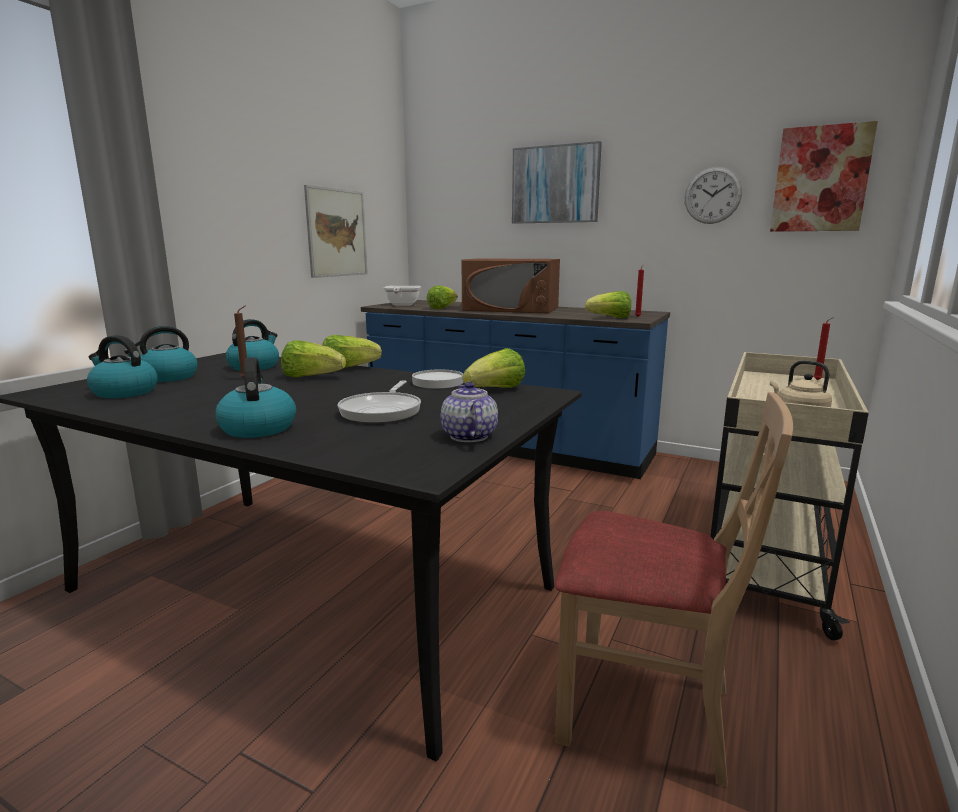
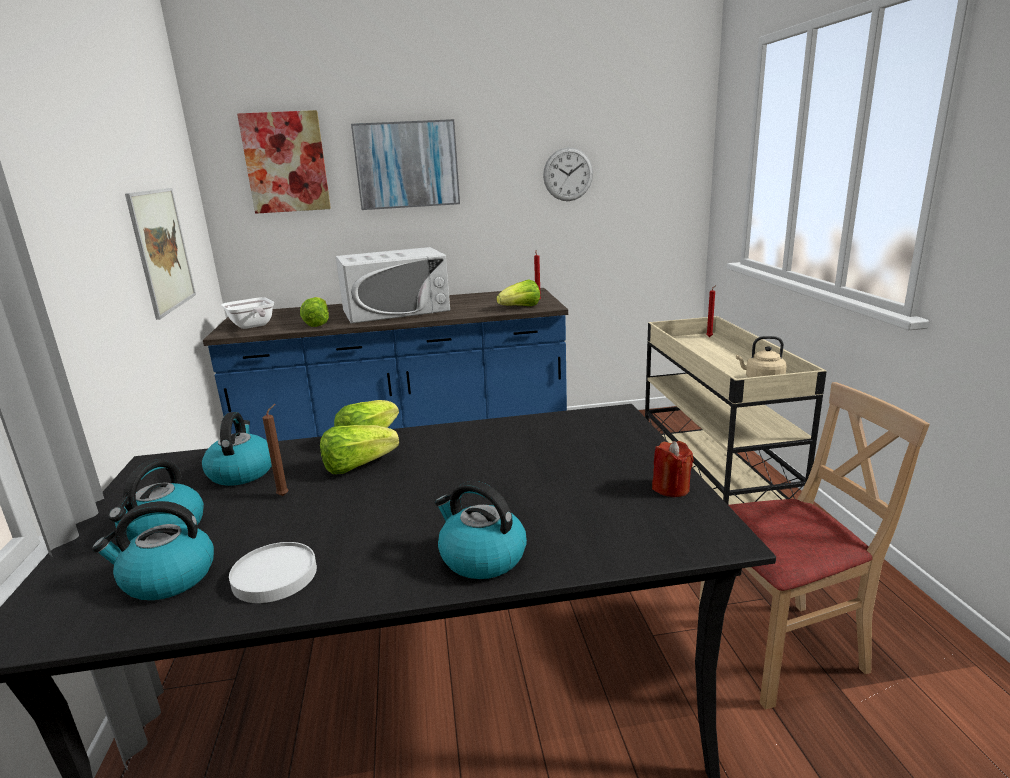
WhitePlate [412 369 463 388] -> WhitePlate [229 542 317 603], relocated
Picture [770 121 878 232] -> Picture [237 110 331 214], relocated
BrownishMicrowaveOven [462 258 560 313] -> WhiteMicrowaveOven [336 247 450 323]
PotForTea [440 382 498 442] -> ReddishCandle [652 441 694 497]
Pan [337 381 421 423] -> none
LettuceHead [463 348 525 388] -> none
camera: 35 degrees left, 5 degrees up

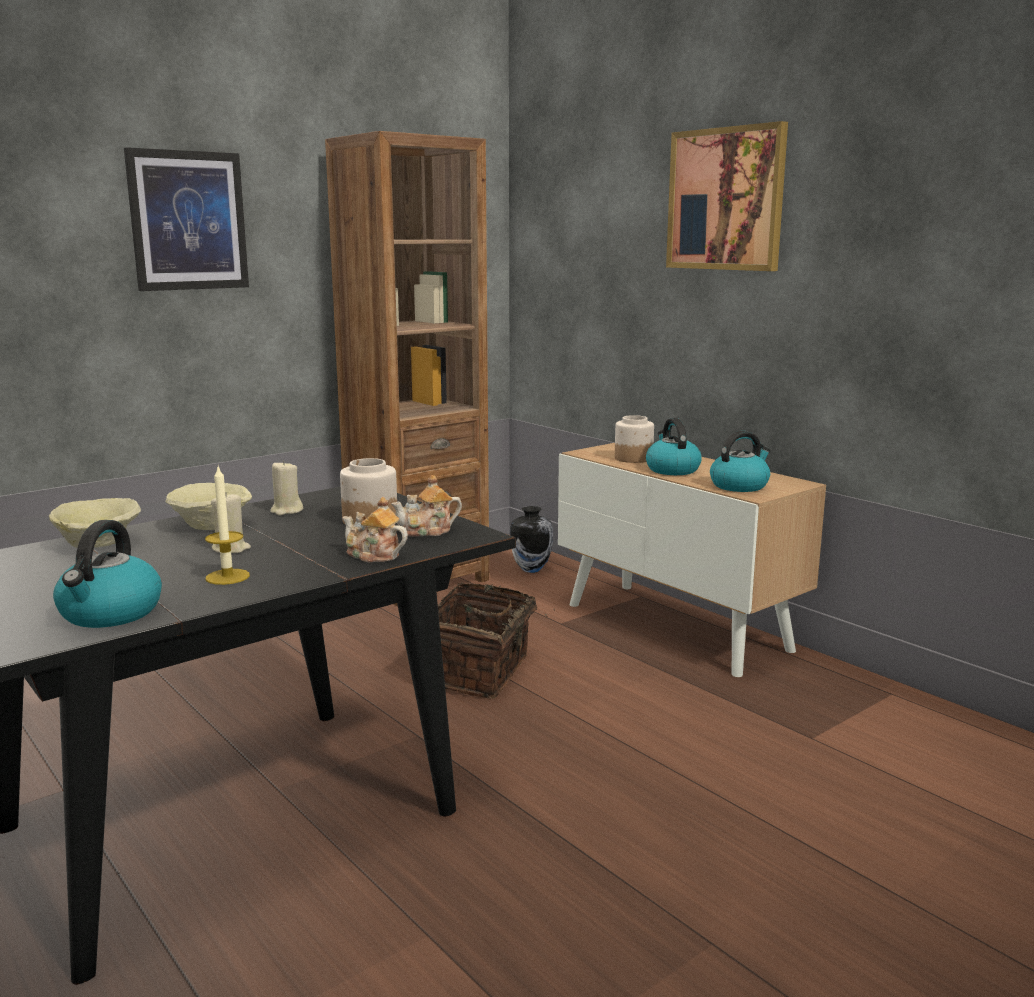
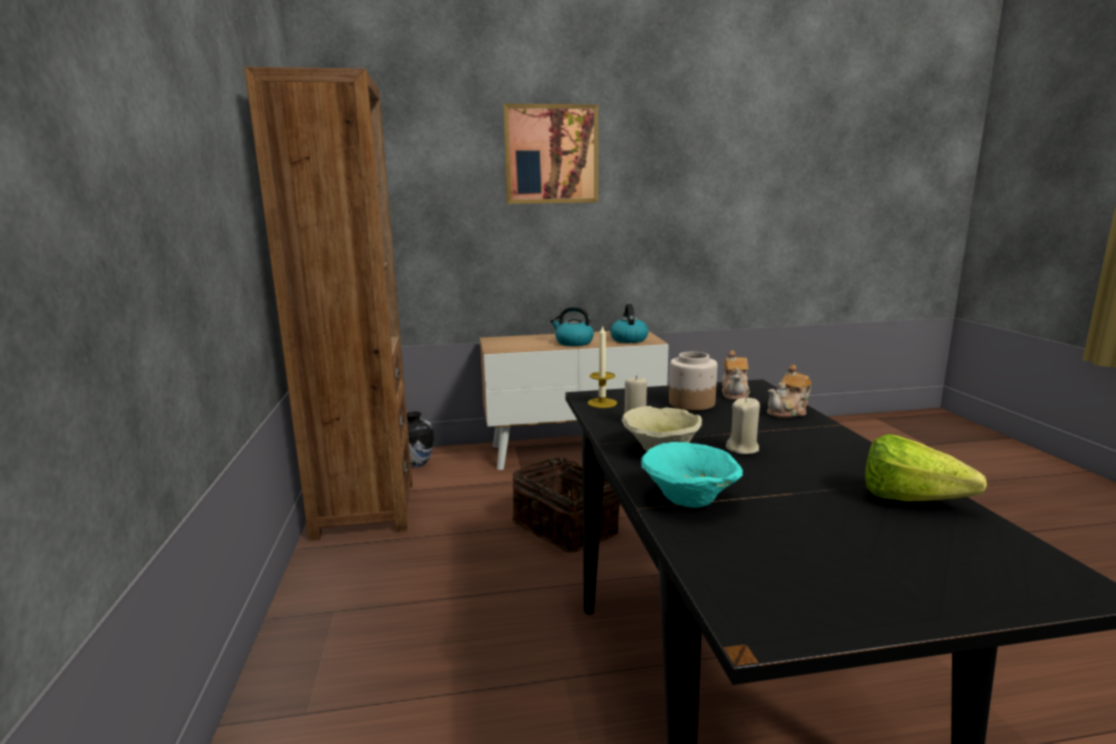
Candle [205 467 250 585] -> Candle [587 325 617 408], relocated
SandColouredDeepDish [49 498 141 548] -> TurquoiseColouredDeepDish [641 442 743 508]
WaterKettle [53 520 162 628] -> LettuceHead [865 434 987 501]
Picture [124 147 249 291] -> none
PreserveJar [615 415 654 463] -> none
camera: 60 degrees left, 0 degrees up

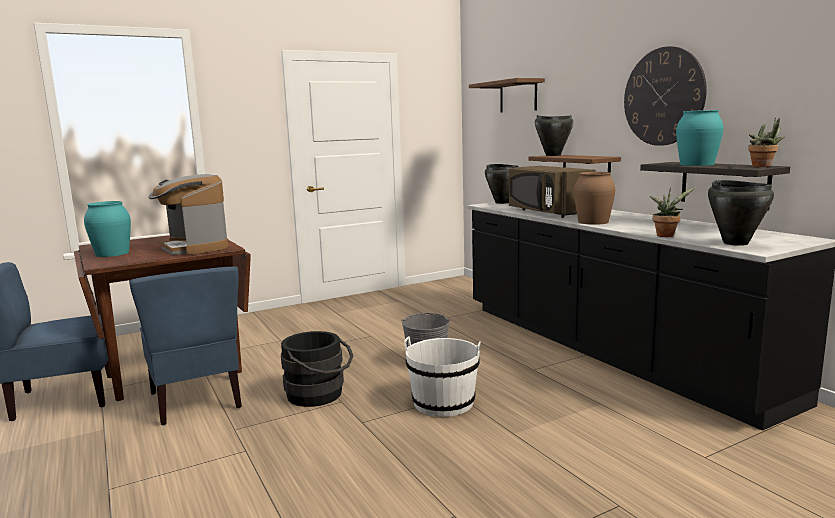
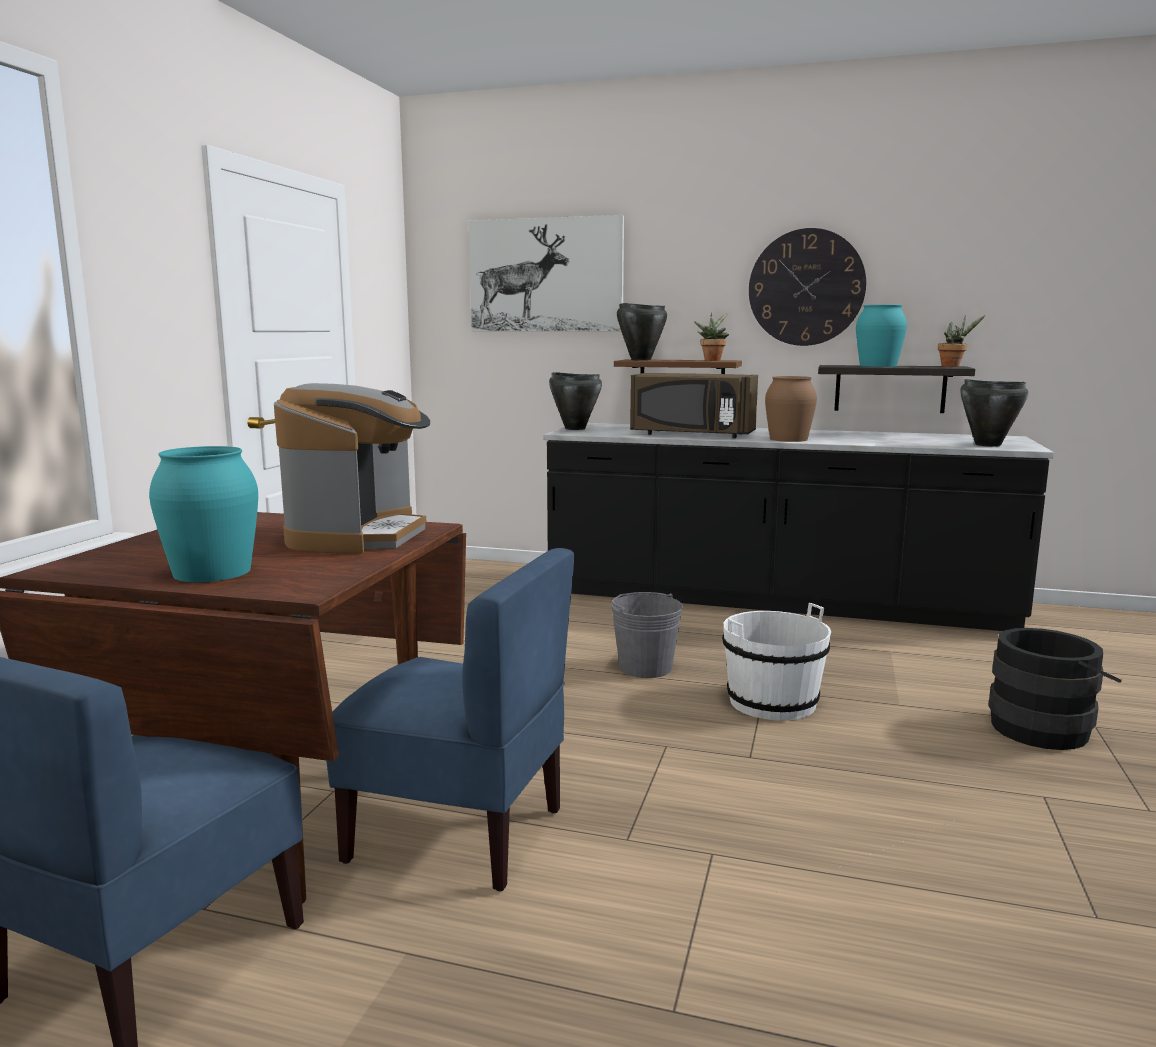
CoffeeMachine [148 174 228 255] -> CoffeeMachine [274 383 430 554], 90 degrees counterclockwise
BrownishBracketShelf [469 78 545 113] -> Picture [469 215 624 331]
PottedPlant [650 187 696 237] -> PottedPlant [694 313 729 361], relocated
BlackPail [281 331 353 407] -> BlackPail [988 628 1122 750], relocated
camera: 45 degrees left, 0 degrees up

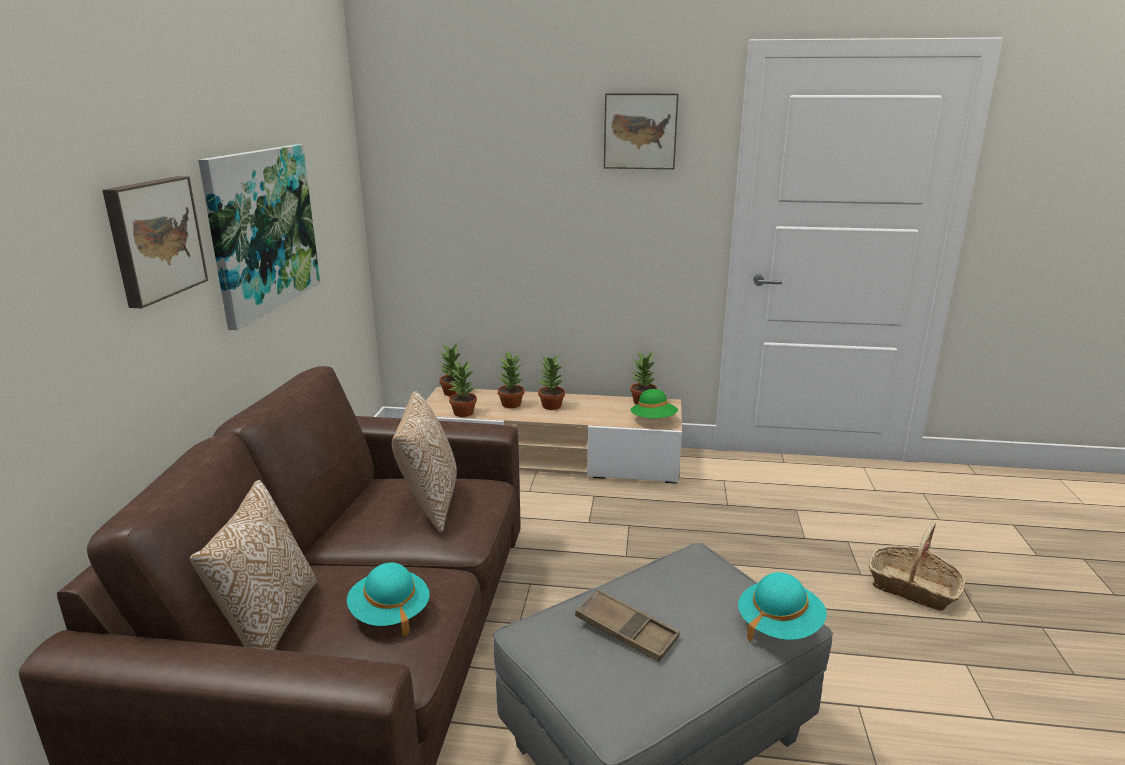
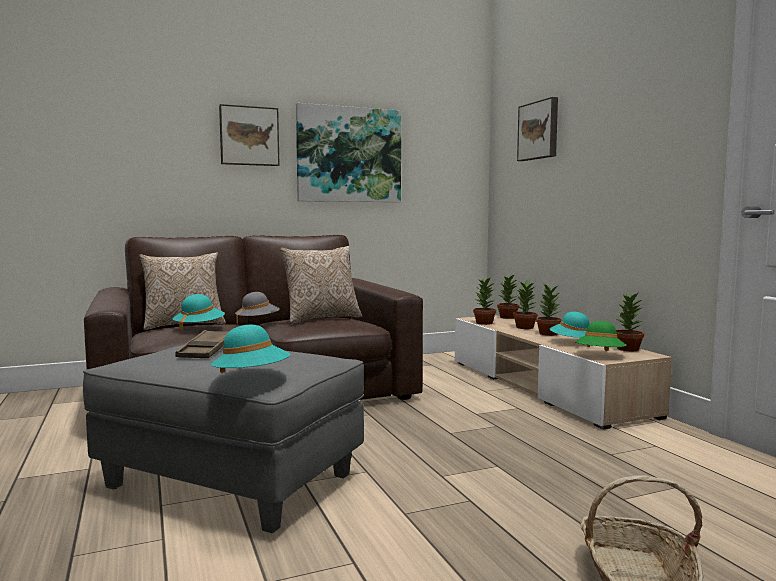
none -> GreyHat [235 292 280 323]
Picture [604 93 679 169] -> Picture [517 97 558 161], relocated
none -> TurquoiseColouredHat [550 312 591 347]
camera: 60 degrees right, 15 degrees down

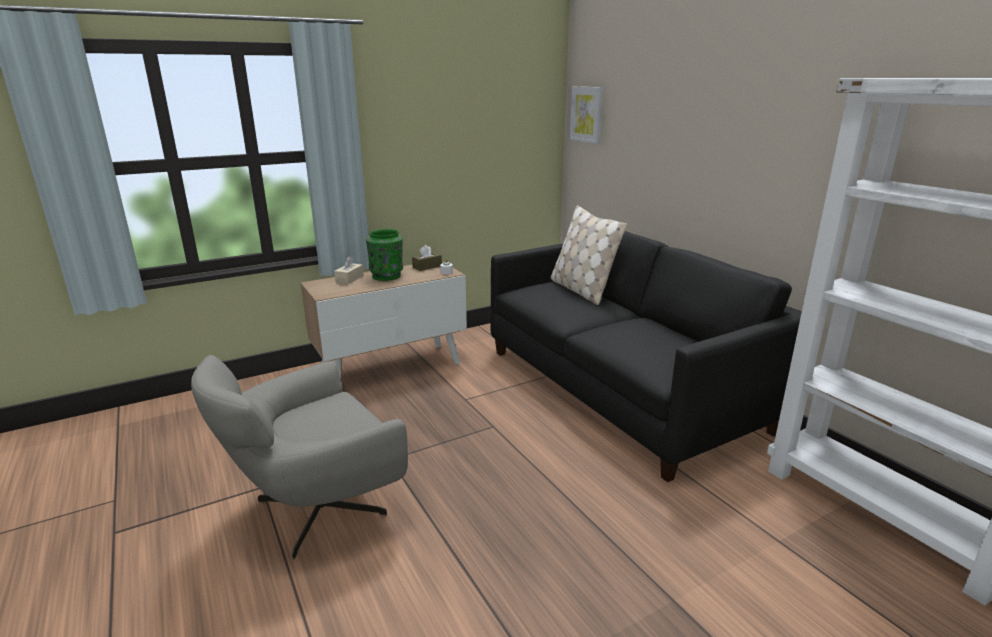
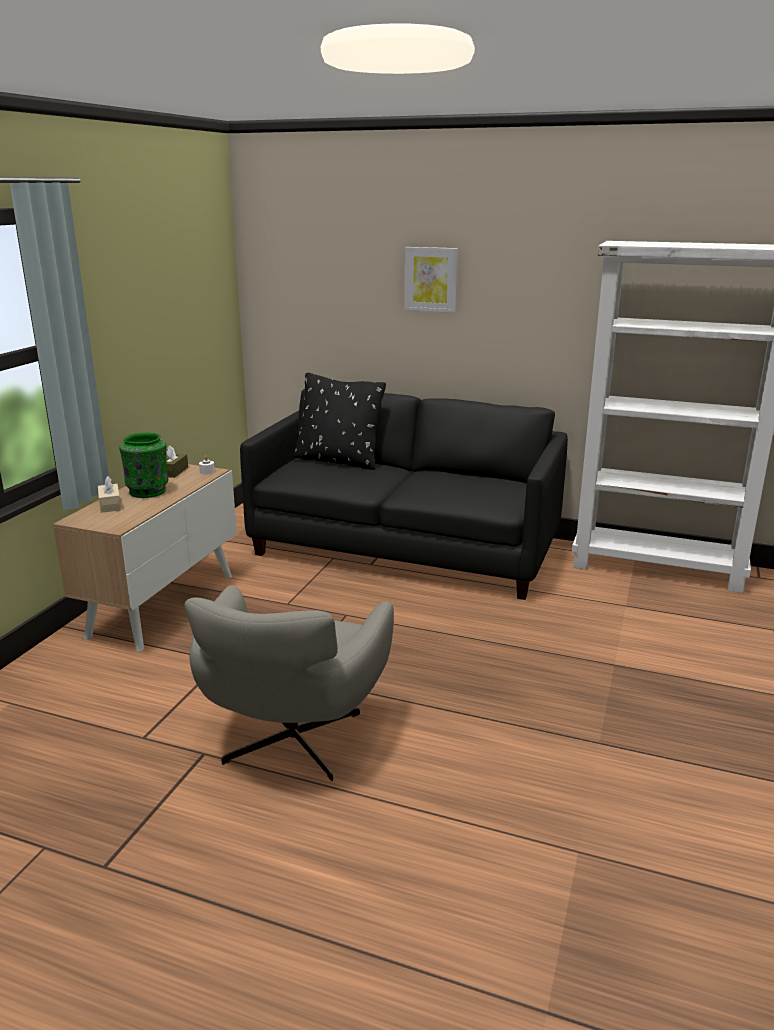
SandColouredThrowPillow [550 205 627 305] -> BlackThrowPillow [293 372 386 470]
Picture [570 87 603 144] -> Picture [405 247 458 313], relocated
camera: 40 degrees left, 0 degrees up

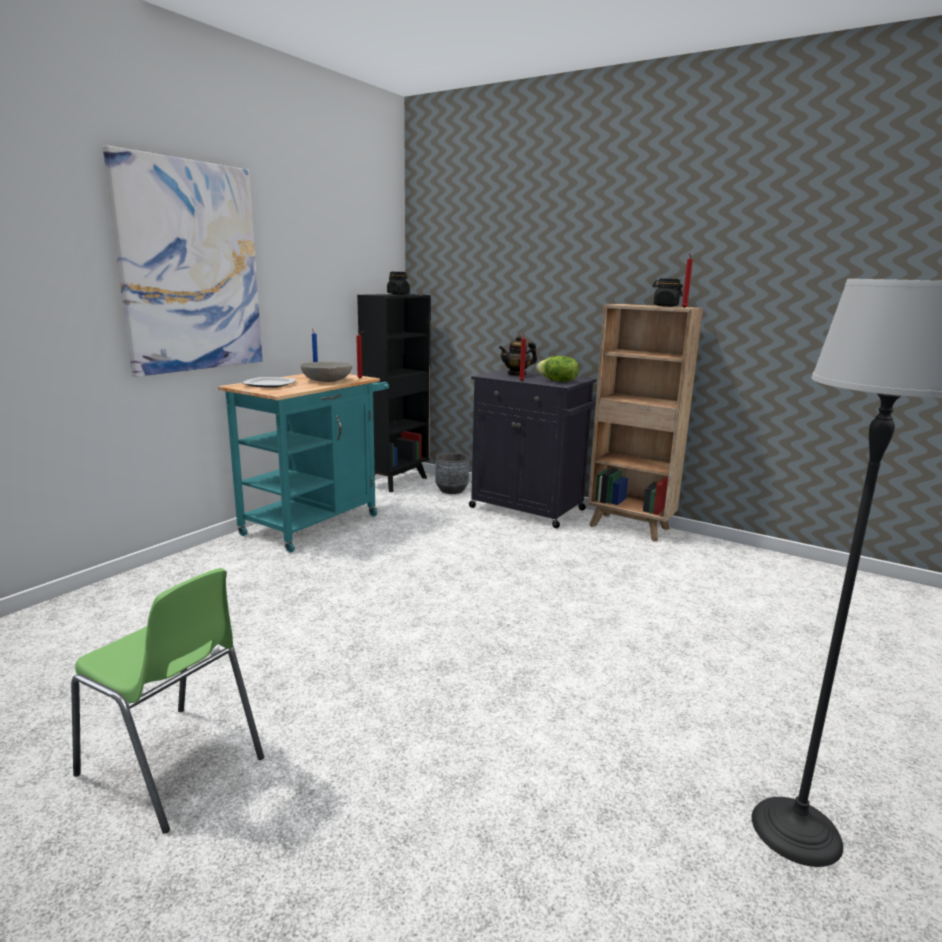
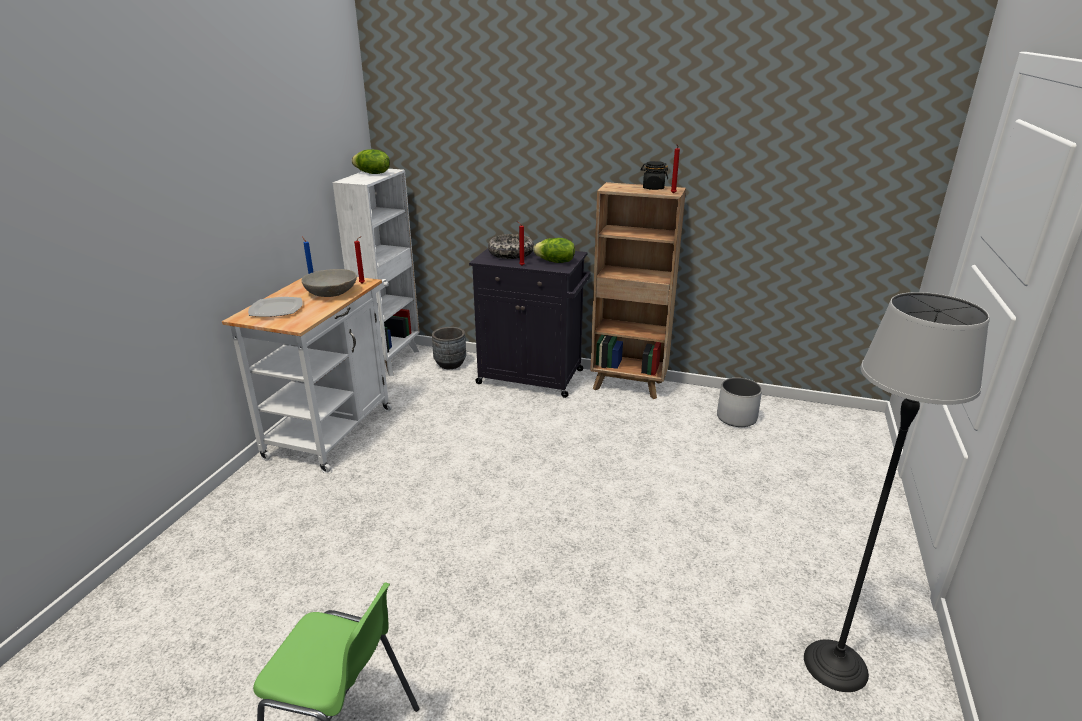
TurquoiseColouredWheeledCart [218 374 389 553] -> WhiteWheeledCart [222 277 392 473]
BlackShelvingUnit [357 294 431 492] -> WhiteShelvingUnit [333 169 420 376]
BlackPreserveJar [387 272 410 295] -> LettuceHead [352 149 390 174]
PotForTea [499 335 537 376] -> DeepDish [488 234 534 259]
none -> WhiteFlowerPot [717 378 762 427]
Picture [103 145 263 377] -> none
camera: 15 degrees left, 10 degrees up

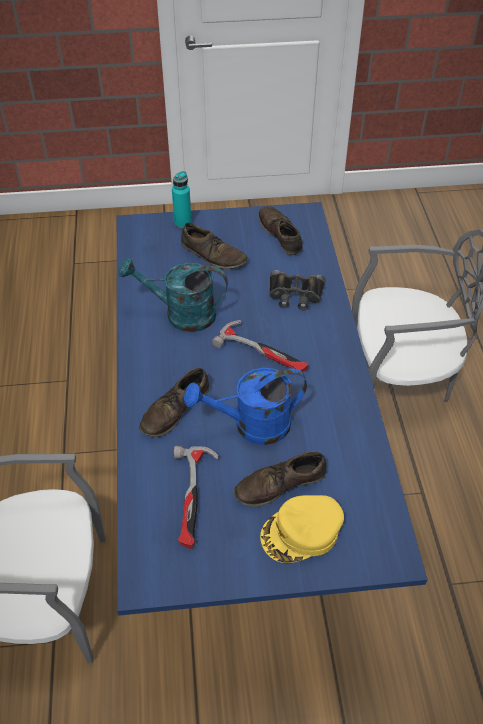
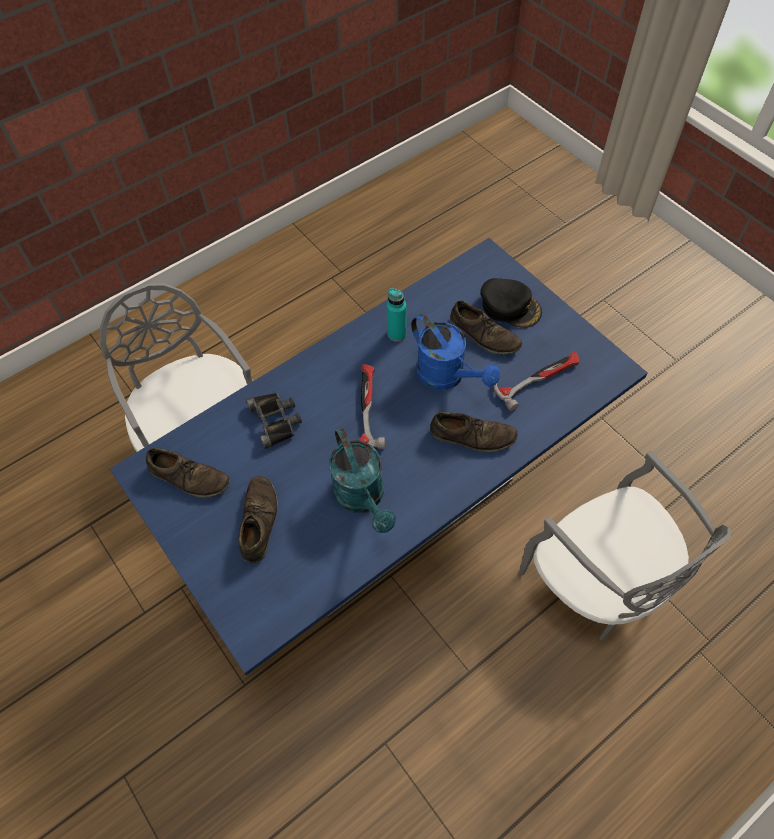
BrownishItemOfFootwear [258 206 303 255] -> BrownishItemOfFootwear [146 448 230 498], 105 degrees counterclockwise
TurquoiseColouredBeverageBottle [172 171 192 229] -> TurquoiseColouredBeverageBottle [387 288 407 342], relocated
YellowCap [260 495 344 563] -> BlackCap [480 278 542 328]
camera: 120 degrees left, 10 degrees up

